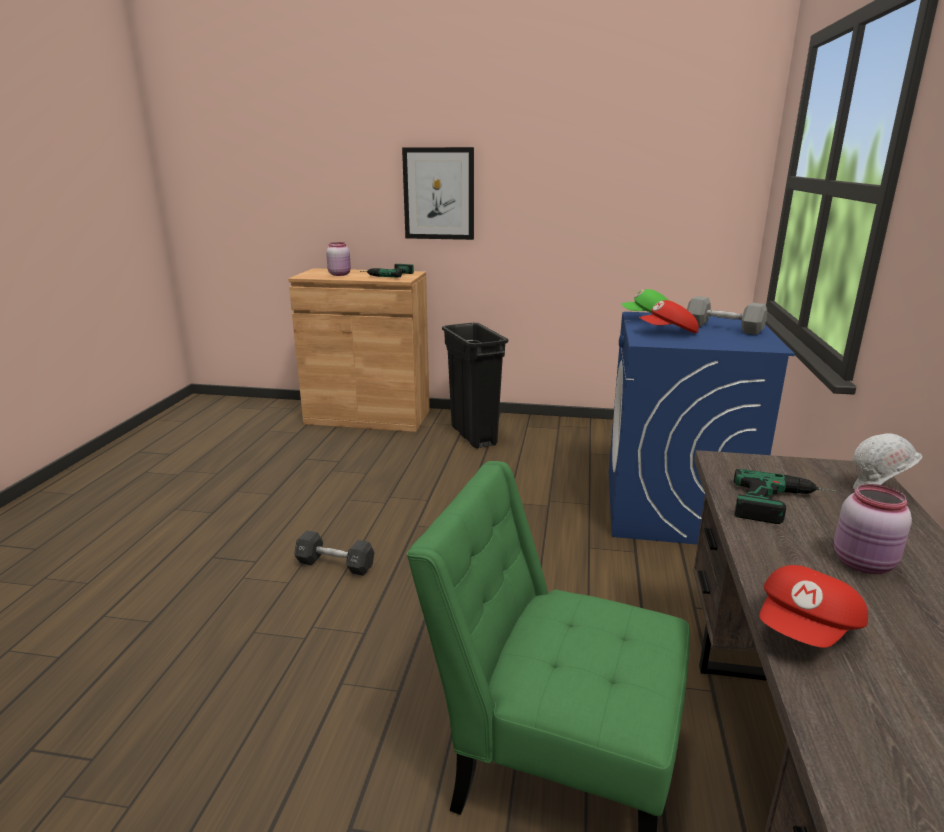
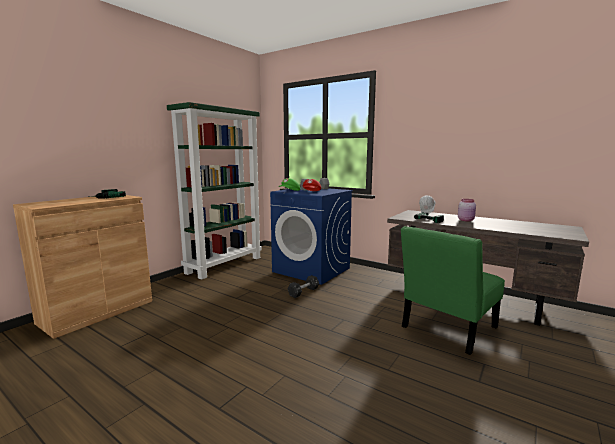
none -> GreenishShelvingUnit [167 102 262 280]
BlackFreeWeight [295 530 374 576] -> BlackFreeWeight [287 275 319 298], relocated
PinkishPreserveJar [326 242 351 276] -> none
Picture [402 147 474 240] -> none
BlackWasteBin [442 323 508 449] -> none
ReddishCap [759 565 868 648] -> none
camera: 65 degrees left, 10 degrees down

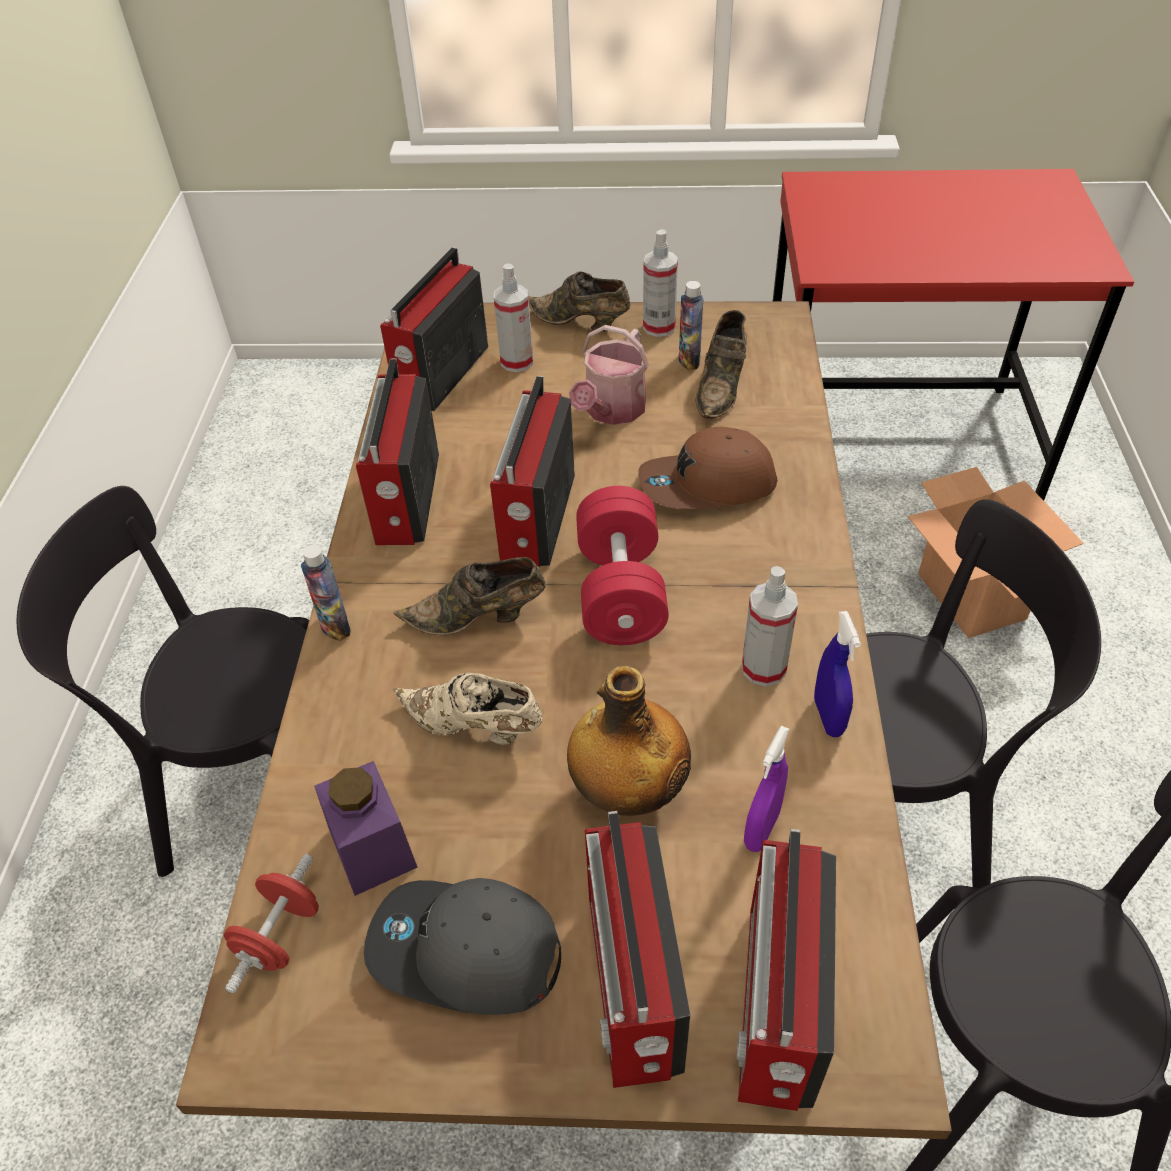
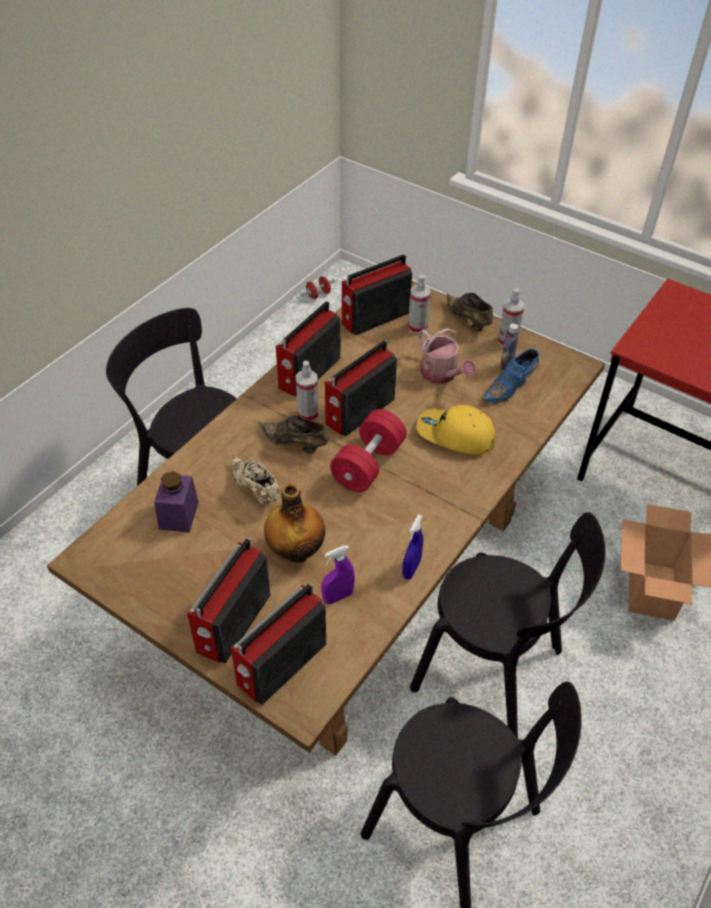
Sprayer [742 566 798 687] -> Sprayer [296 361 319 421], relocated
ReddishFreeWeight [224 854 319 994] -> ReddishFreeWeight [301 276 335 299], relocated
BrownishCap [638 427 777 509] -> YellowCap [416 405 495 455]
WateringCan [569 325 649 425] -> WateringCan [418 328 476 384], 90 degrees counterclockwise
BrownishItemOfFootwear [695 310 747 419] -> BlueColouredItemOfFootwear [482 349 539 404]
BeverageBottle [301 545 350 641] -> none
GreyCap [364 878 561 1015] -> none
camera: 30 degrees right, 0 degrees up

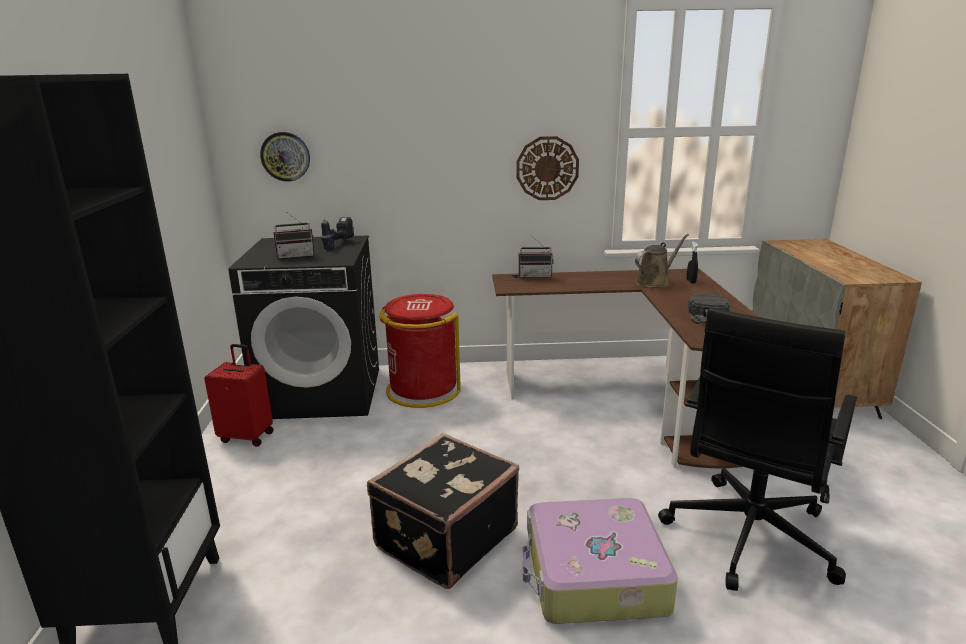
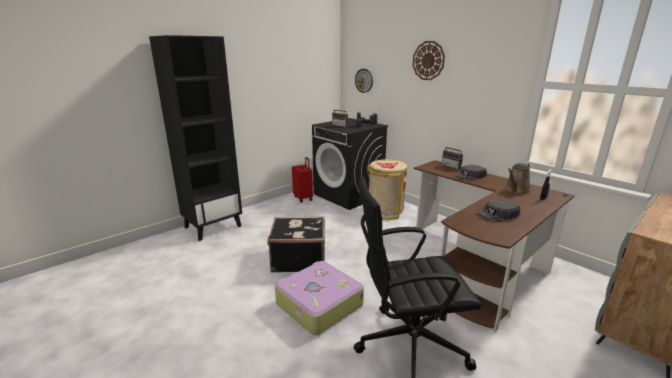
ReddishWasteBin [379 294 461 408] -> SandColouredWasteBin [367 159 407 220]
WallClock [517 136 579 200] -> WallClock [413 41 445 80], relocated
none -> BlackCap [455 164 487 181]
BrownishWateringCan [635 234 689 288] -> BrownishWateringCan [504 163 531 194], 120 degrees clockwise
camera: 50 degrees right, 0 degrees up

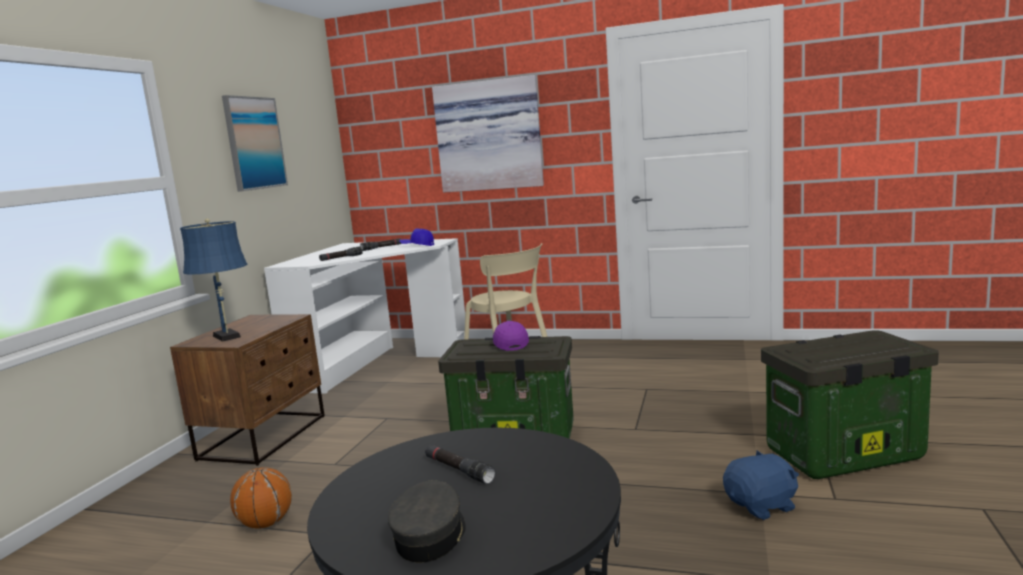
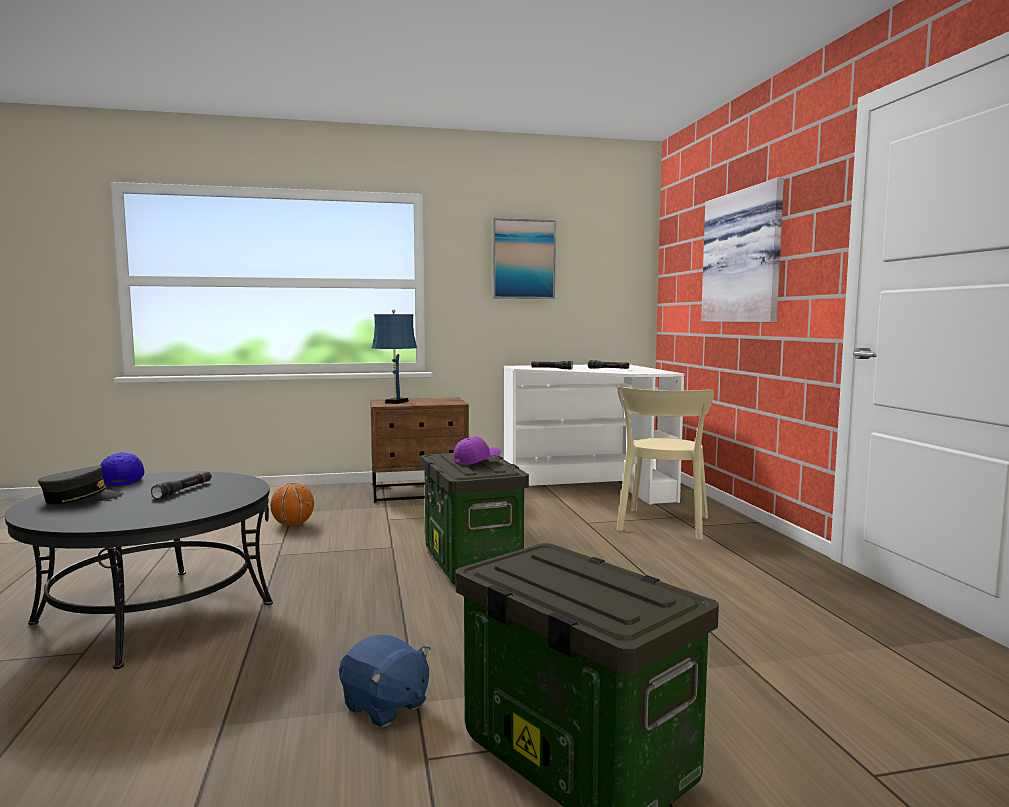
BlueColouredCap [399 228 434 246] -> BlueColouredCap [100 452 145 486], relocated
camera: 60 degrees right, 5 degrees down

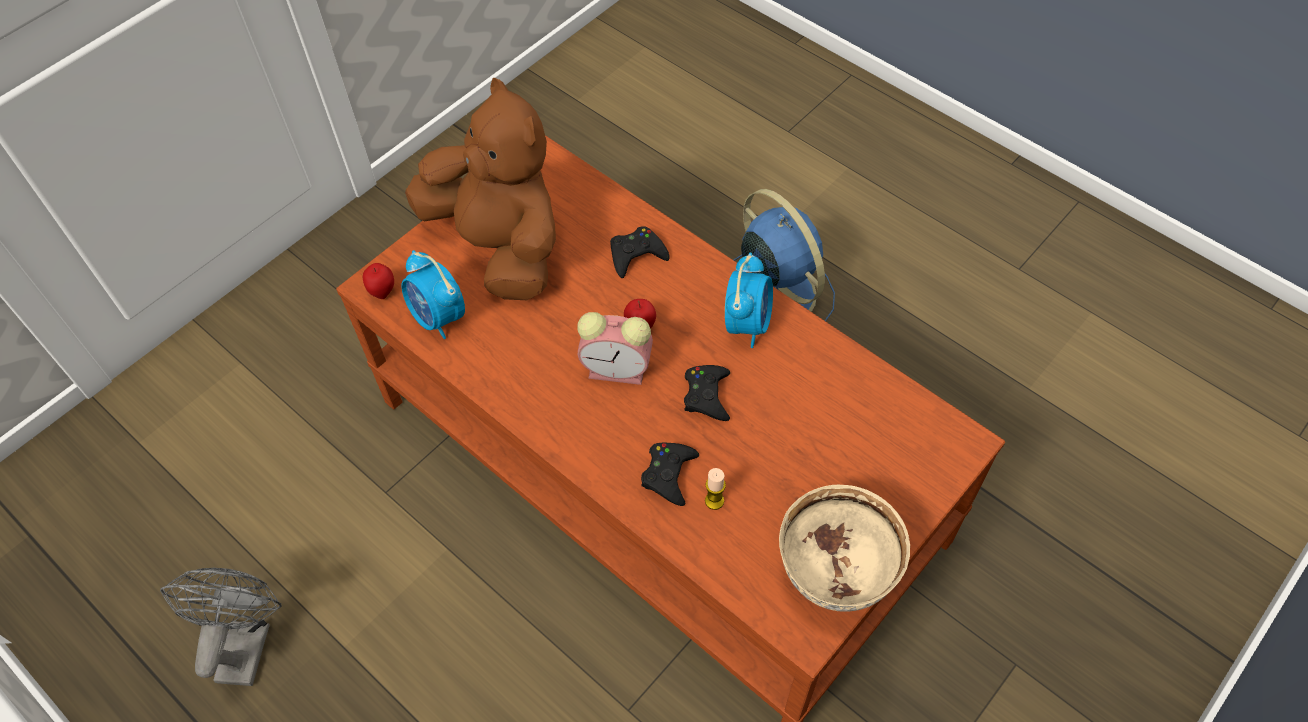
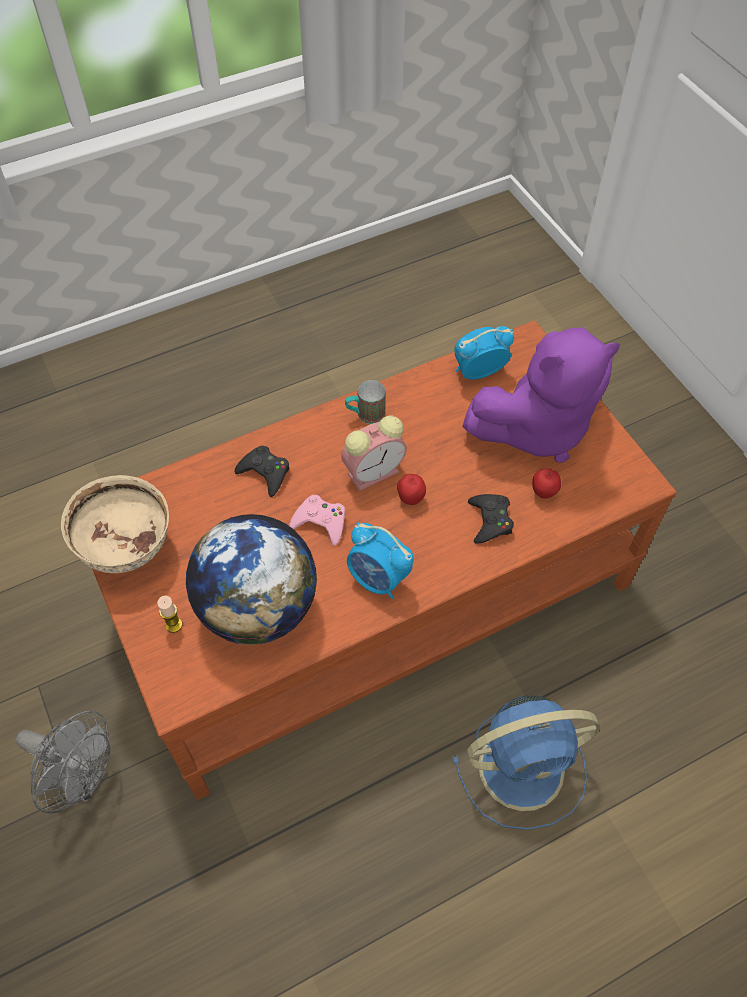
GreyElectricFan [160 568 282 686] -> GreyElectricFan [16 711 110 814], relocated
Candle [705 468 726 510] -> Candle [157 595 183 633], relocated
none -> WorldGlobe [186 514 317 645]
BlackGamepad [684 365 730 421] -> PinkishGamepad [289 495 345 546]
BedsideClock [577 312 653 385] -> BedsideClock [341 415 407 491], 150 degrees counterclockwise
none -> CoffeeMug [345 380 386 424]
BrownishSoftToy [405 78 556 300] -> PurpleSoftToy [462 327 620 463]
AppleFruit [363 263 394 299] -> AppleFruit [532 468 561 499], relocated
camera: 110 degrees right, 0 degrees up

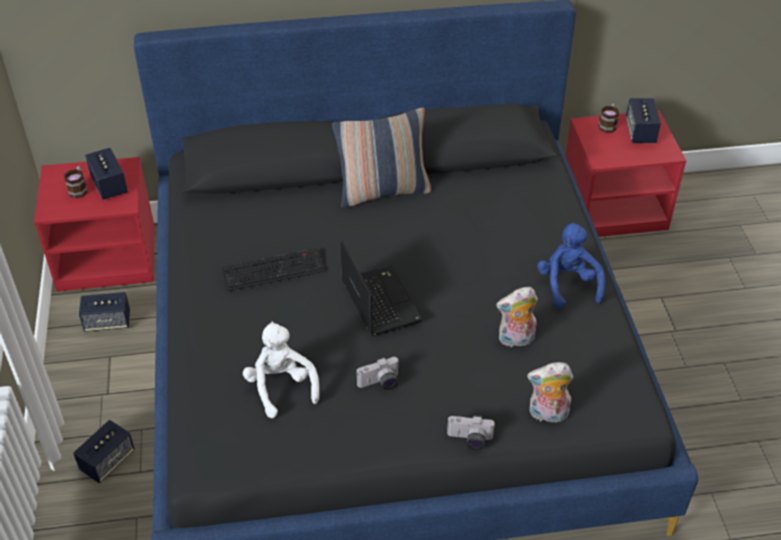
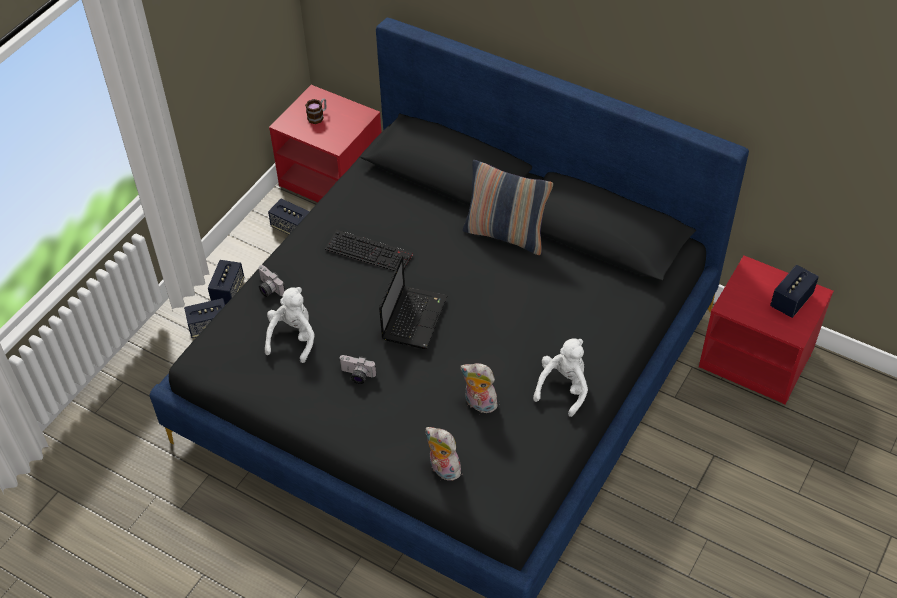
AudioSpeaker [85 148 128 200] -> AudioSpeaker [208 260 244 305], relocated
StillCamera [447 415 495 450] -> StillCamera [258 265 286 297], relocated
BlueColouredSoftToy [537 222 605 309] -> WhiteSoftToy [533 338 588 417]
CoffeeMug [598 104 619 133] -> none
camera: 40 degrees right, 5 degrees up

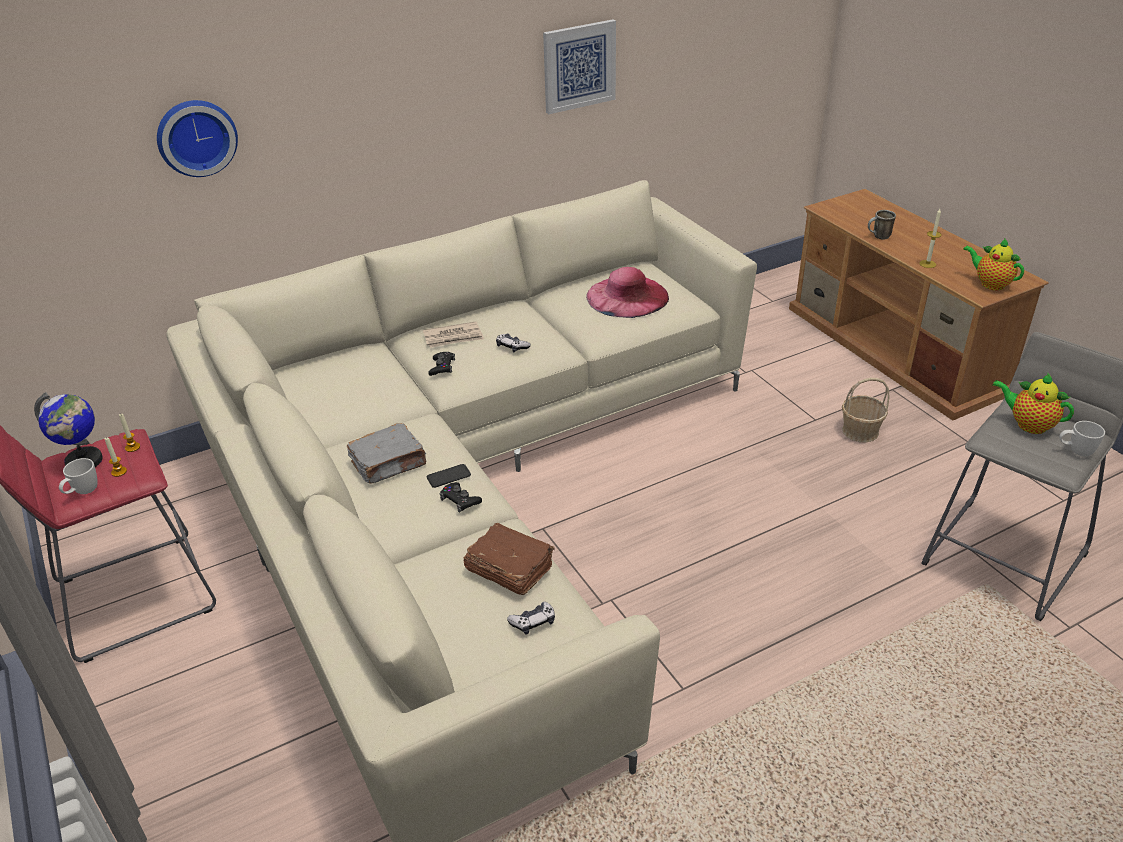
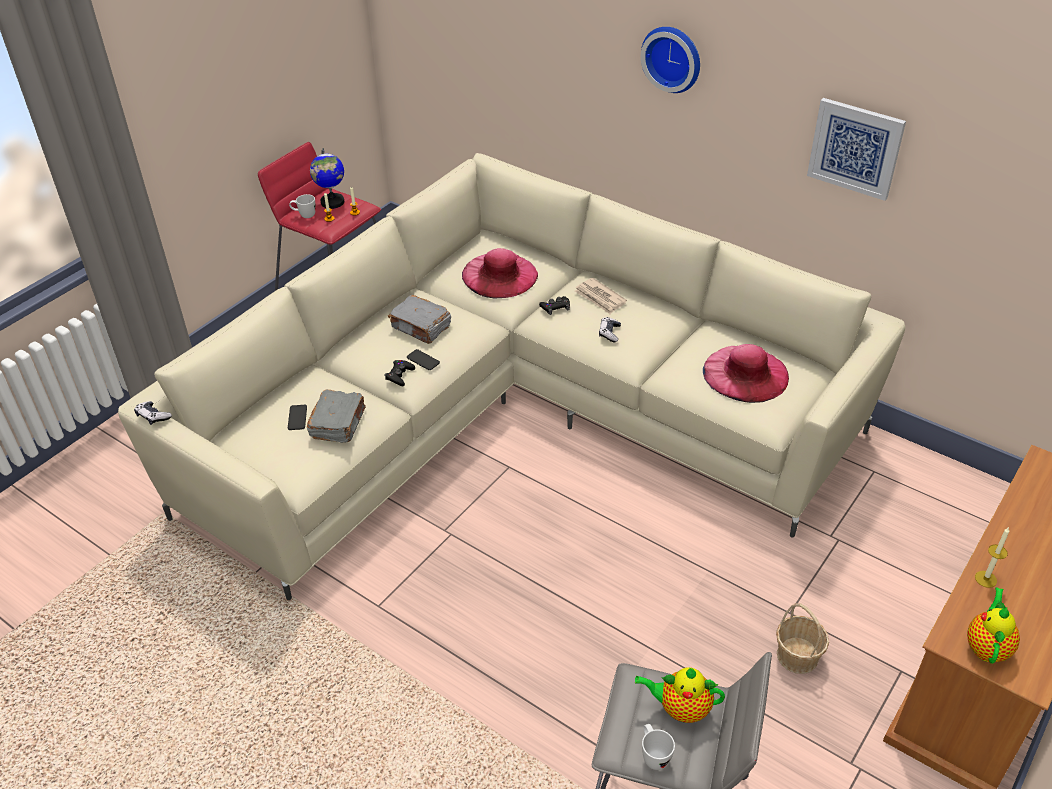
Gamepad [507 602 555 635] -> Gamepad [134 401 172 425], relocated
none -> Telephone [288 405 307 430]
BrownishBook [464 523 555 595] -> GreyBook [307 390 366 443]
none -> PinkishHat [462 248 538 298]
PotForTea [993 374 1074 434] -> PotForTea [635 667 725 723], 90 degrees counterclockwise
WallClock [157 100 238 177] -> WallClock [641 27 700 93], relocated
CoffeeMug [868 210 896 240] -> none
camera: 65 degrees right, 5 degrees up

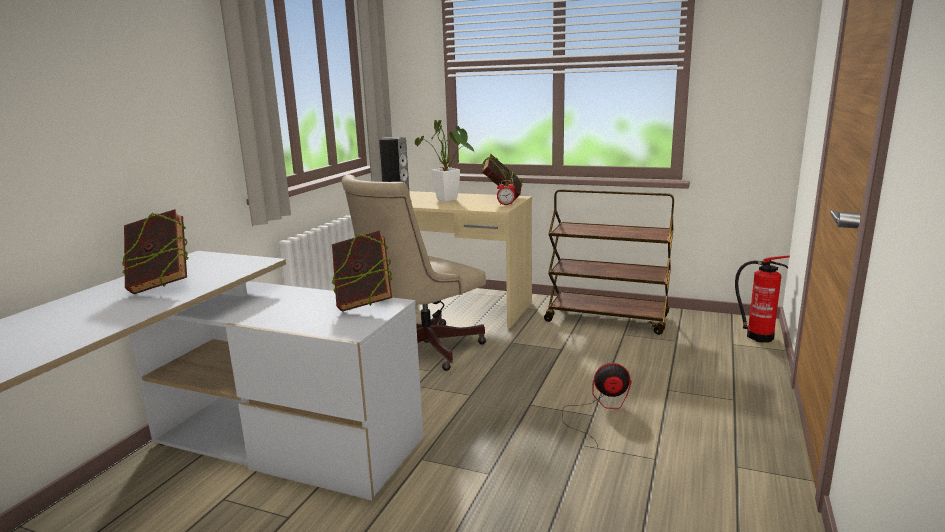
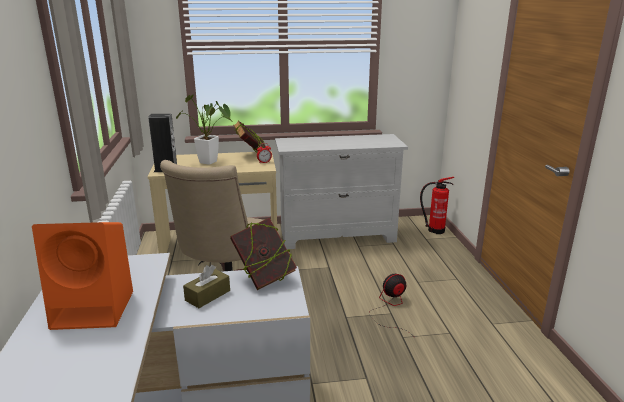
Book [122 209 189 294] -> OrangeyAudioSpeaker [32 222 133 330]
none -> BrownishTissueBox [183 265 230 308]
BrownishWheeledCart [544 189 674 335] -> WhiteDrawerChest [275 134 408 249]
camera: 30 degrees left, 5 degrees up

